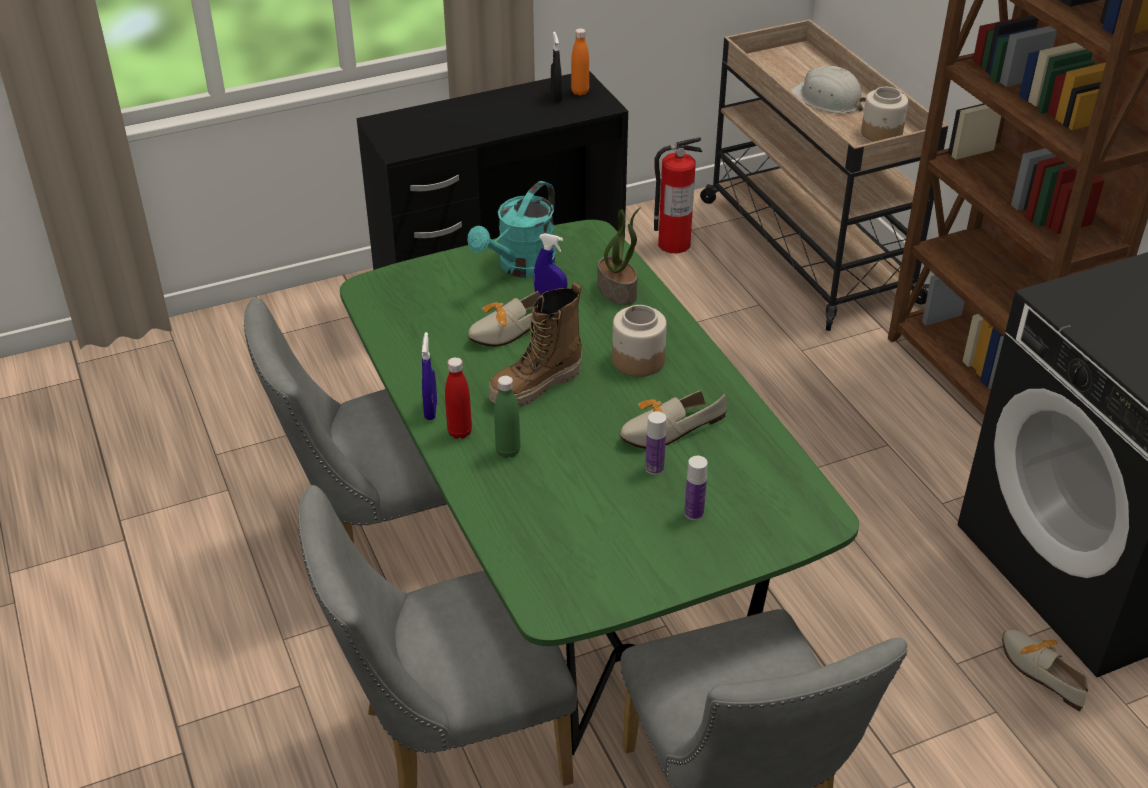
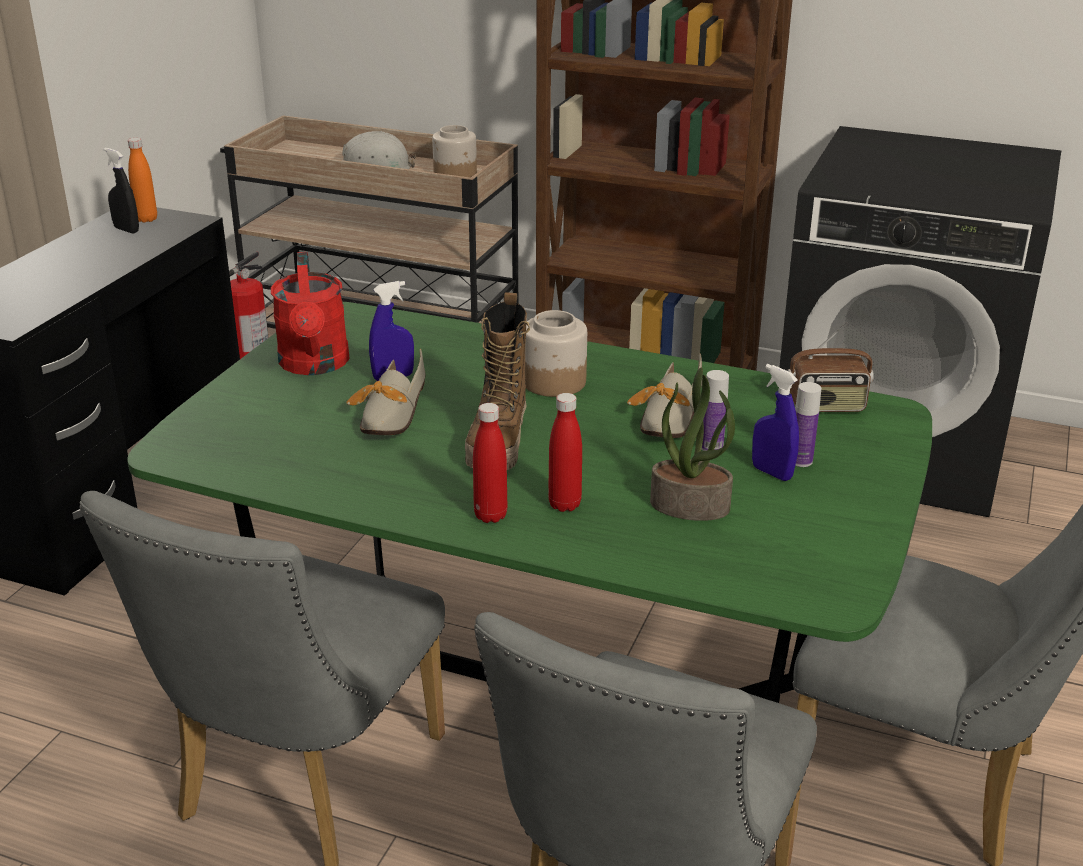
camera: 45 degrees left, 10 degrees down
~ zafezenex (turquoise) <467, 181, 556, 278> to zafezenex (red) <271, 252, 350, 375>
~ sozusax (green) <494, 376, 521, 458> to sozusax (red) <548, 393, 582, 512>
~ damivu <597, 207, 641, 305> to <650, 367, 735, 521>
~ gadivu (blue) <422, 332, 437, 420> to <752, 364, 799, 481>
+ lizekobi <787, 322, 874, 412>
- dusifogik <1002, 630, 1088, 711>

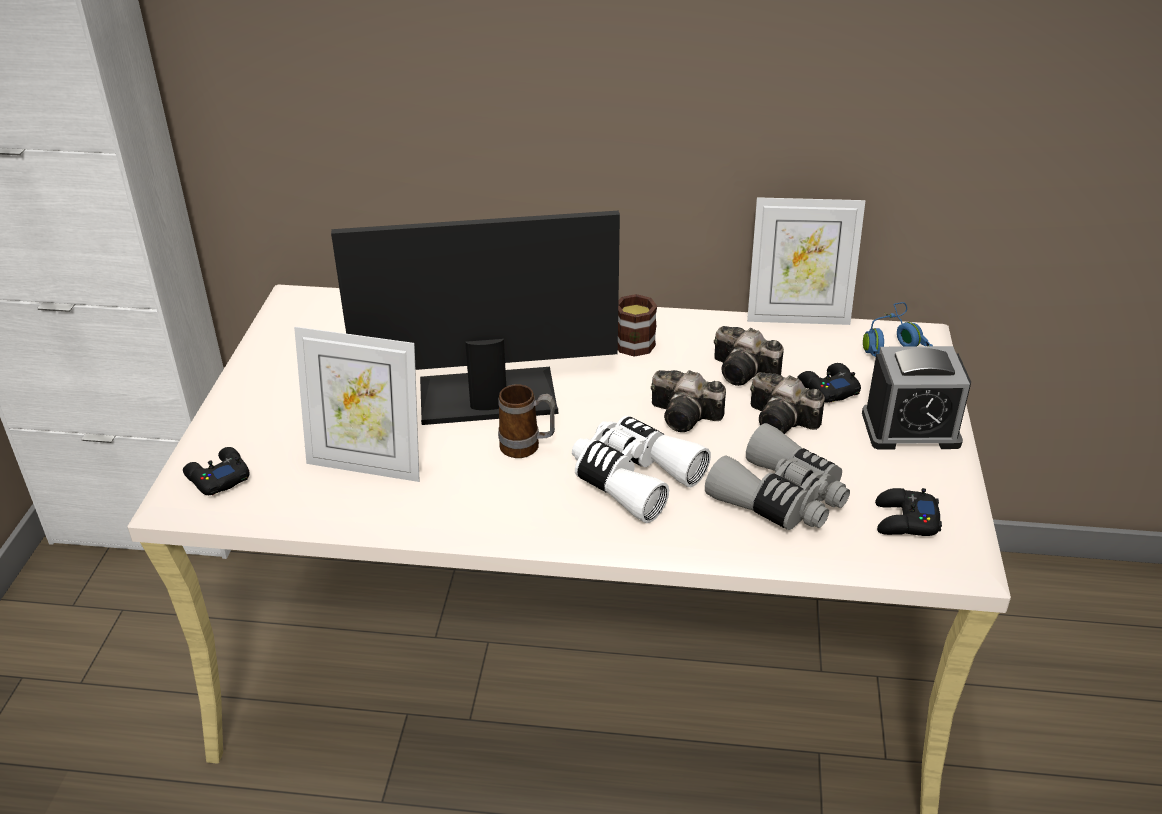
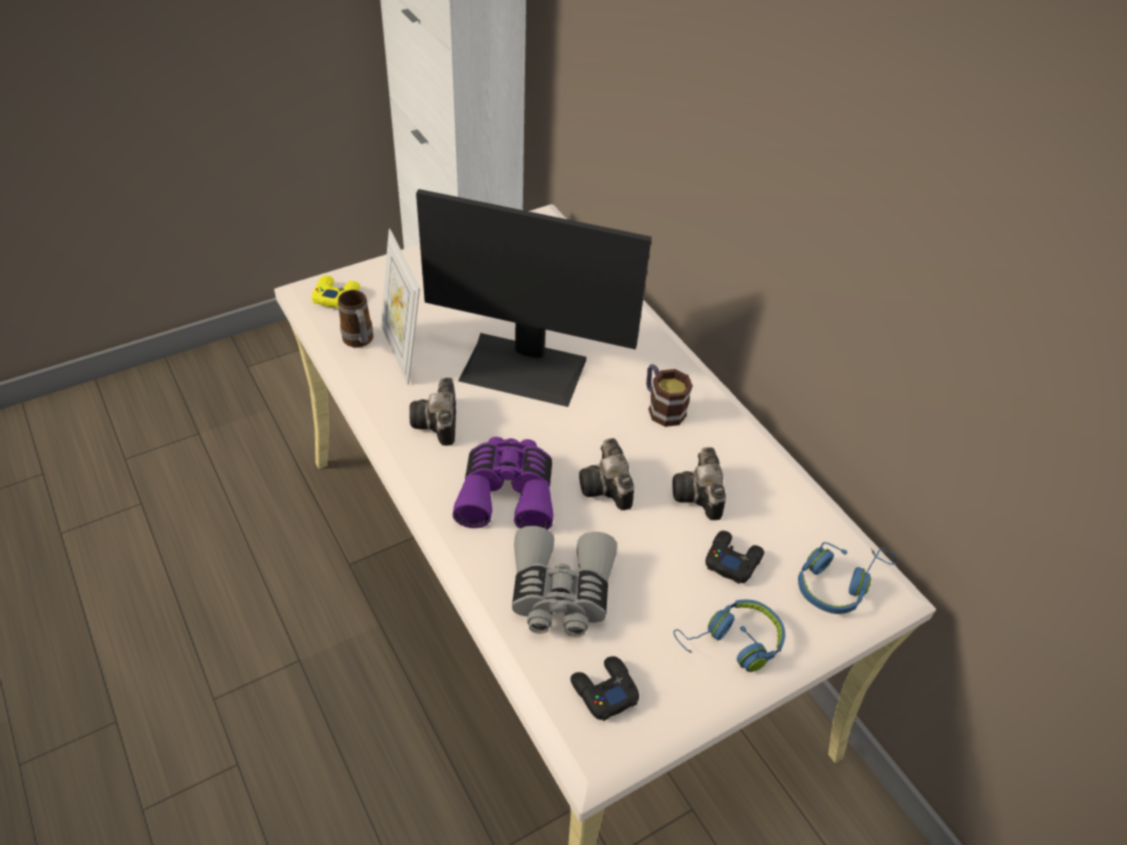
camera: 50 degrees right, 10 degrees up
~ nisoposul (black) <183, 447, 250, 495> to nisoposul (yellow) <311, 276, 360, 308>
~ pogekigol <498, 384, 555, 458> to <338, 290, 373, 347>
~ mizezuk <750, 372, 825, 434> to <409, 378, 456, 446>
~ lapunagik <331, 210, 620, 425> = <416, 189, 652, 407> 150 degrees clockwise
~ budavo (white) <572, 416, 711, 523> to budavo (purple) <453, 437, 553, 530>
~ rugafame <862, 346, 971, 450> to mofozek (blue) <674, 600, 785, 672>
- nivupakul <747, 197, 865, 325>

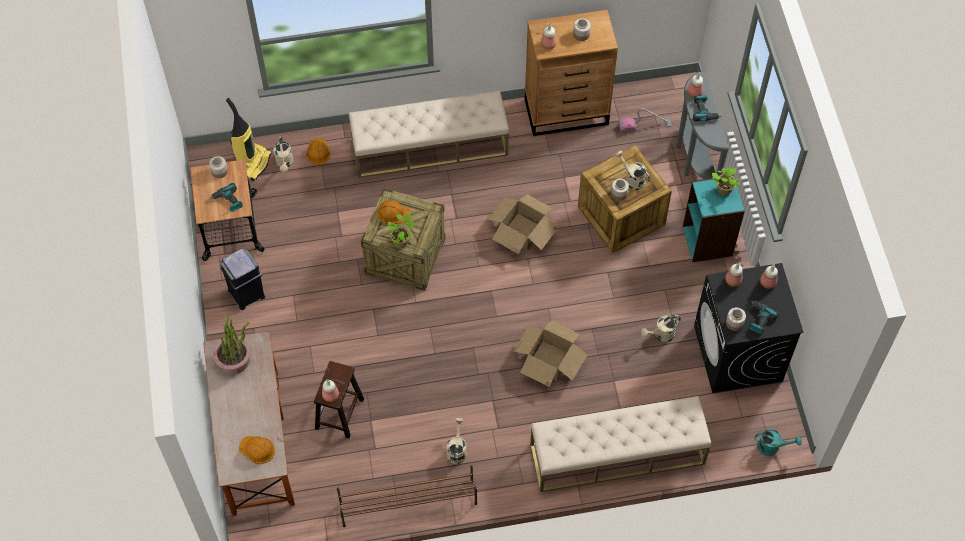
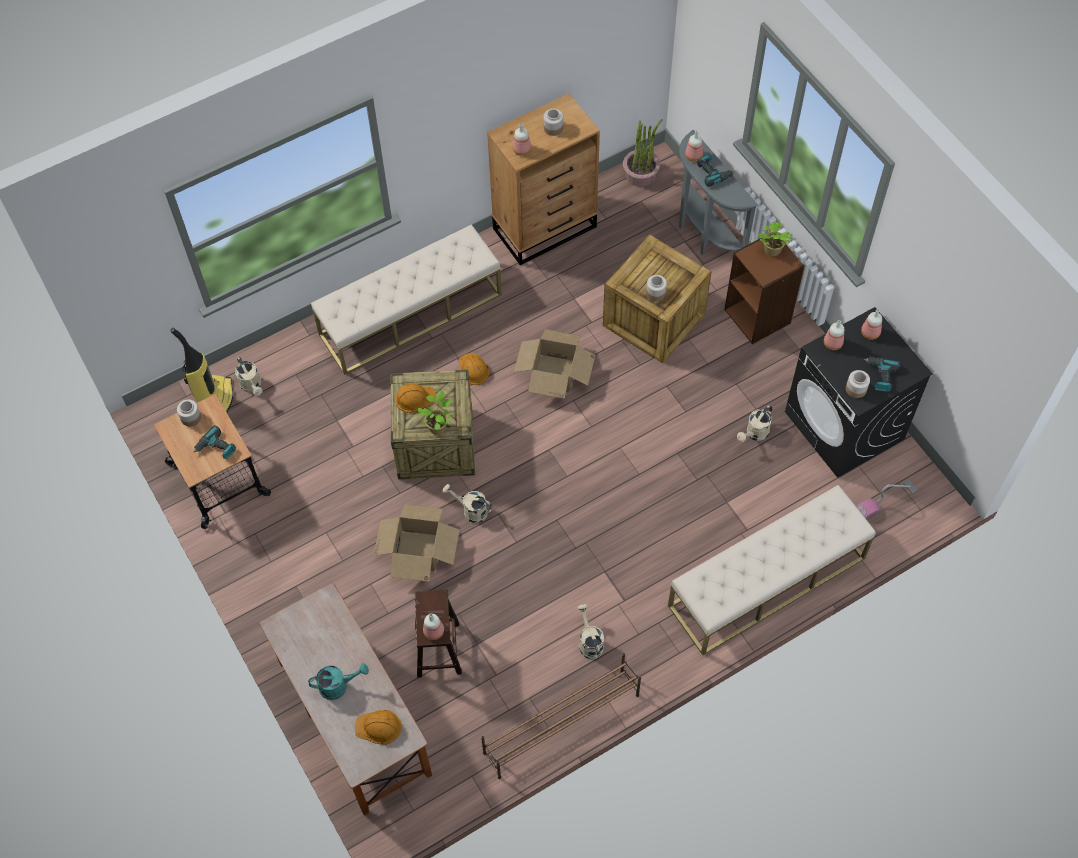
camera: 20 degrees left, 0 degrees up
~ zafezenex (turquoise) <755, 429, 802, 456> to <308, 663, 369, 700>
~ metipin <513, 320, 587, 387> to <374, 505, 460, 582>
~ zafezenex (beige) <615, 151, 650, 190> to <442, 484, 493, 523>
~ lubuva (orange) <306, 139, 330, 165> to <459, 353, 490, 385>
~ damivu <213, 316, 251, 374> to <623, 119, 662, 187>
~ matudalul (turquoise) <683, 175, 745, 262> to matudalul (brown) <724, 238, 805, 344>
~ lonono <618, 108, 672, 133> to <856, 480, 917, 520>
- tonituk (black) <220, 248, 265, 310>

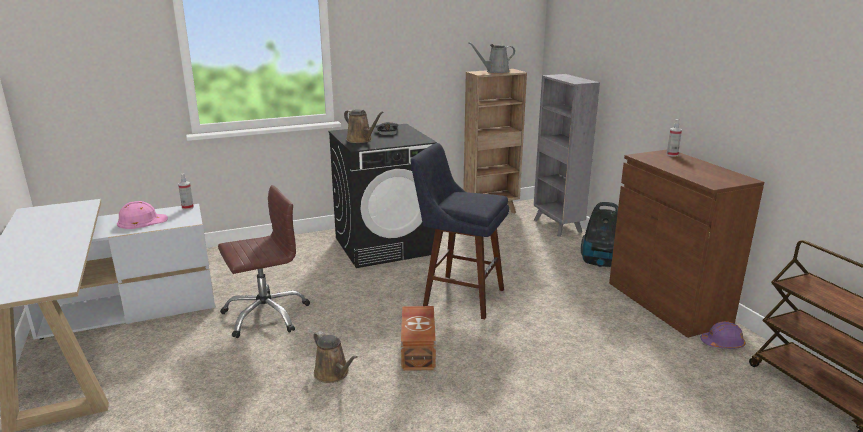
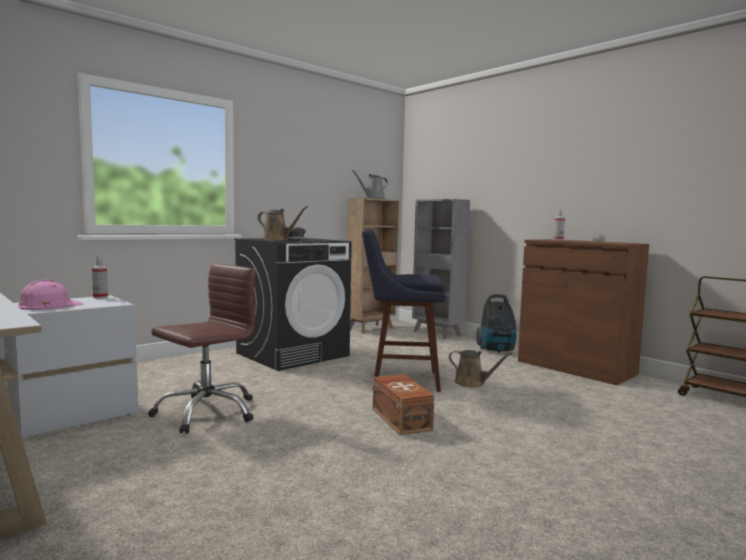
camera: 20 degrees left, 15 degrees down
~ zafezenex (brown) <314, 331, 357, 383> to <449, 350, 512, 388>
- lubuva (purple) <700, 321, 746, 349>

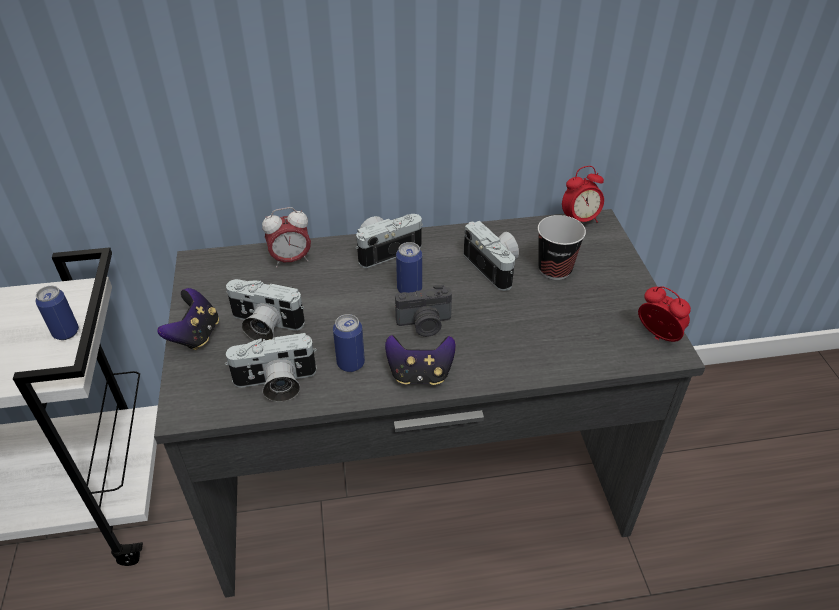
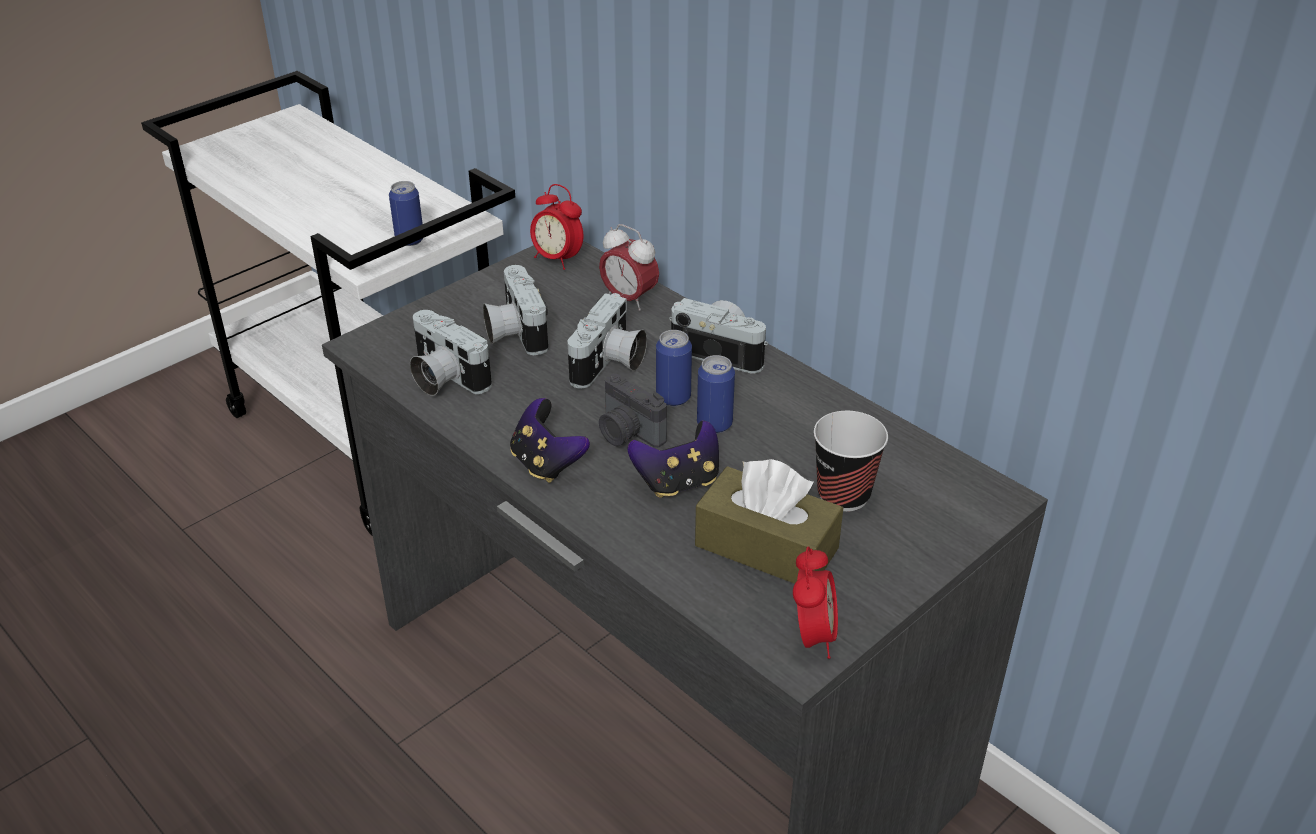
camera: 55 degrees right, 5 degrees down
~ rugafame <562, 166, 604, 223> to <530, 184, 584, 270>
~ mizezuk <464, 221, 519, 291> to <567, 293, 647, 388>
~ nisoposul <157, 288, 219, 350> to <627, 420, 719, 498>
+ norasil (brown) <695, 459, 843, 584>
~ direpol <333, 314, 365, 372> to <697, 355, 735, 433>

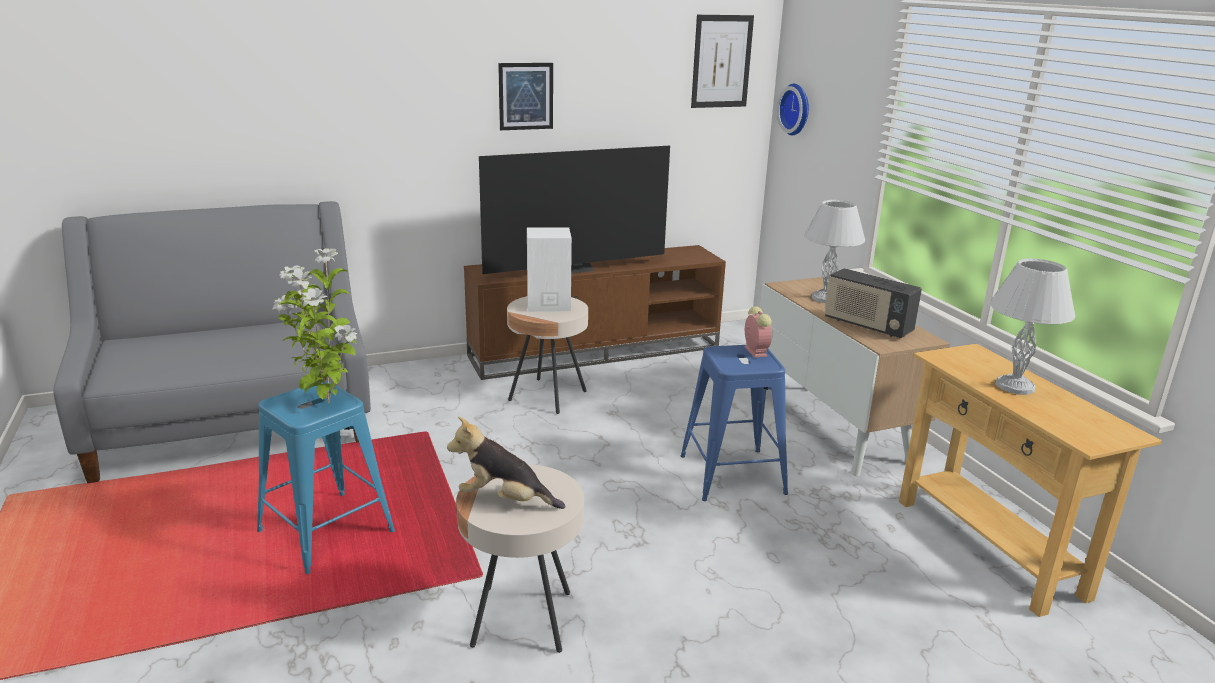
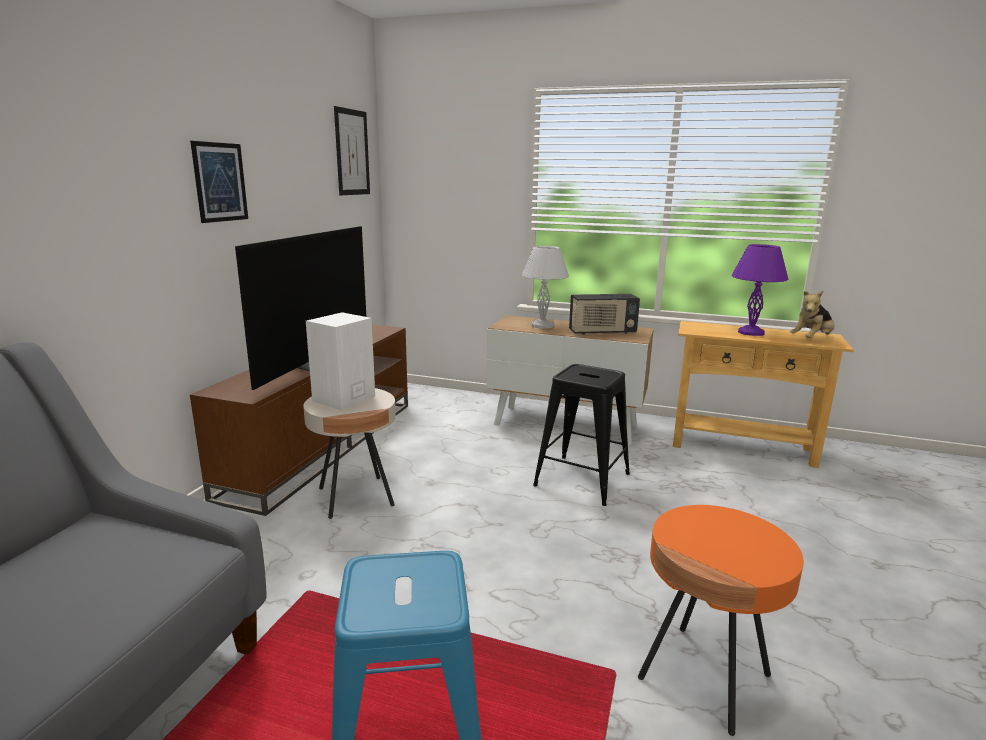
camera: 50 degrees left, 5 degrees down
~ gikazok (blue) <680, 345, 788, 501> to gikazok (black) <533, 364, 630, 506>
~ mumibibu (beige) <456, 464, 584, 653> to mumibibu (orange) <638, 505, 804, 736>
~ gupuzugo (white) <990, 258, 1075, 395> to gupuzugo (purple) <732, 244, 789, 336>
~ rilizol <447, 417, 565, 509> to <790, 291, 834, 338>
- damivu <272, 248, 357, 403>
- rugafame <744, 306, 772, 358>
- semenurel <777, 84, 809, 135>

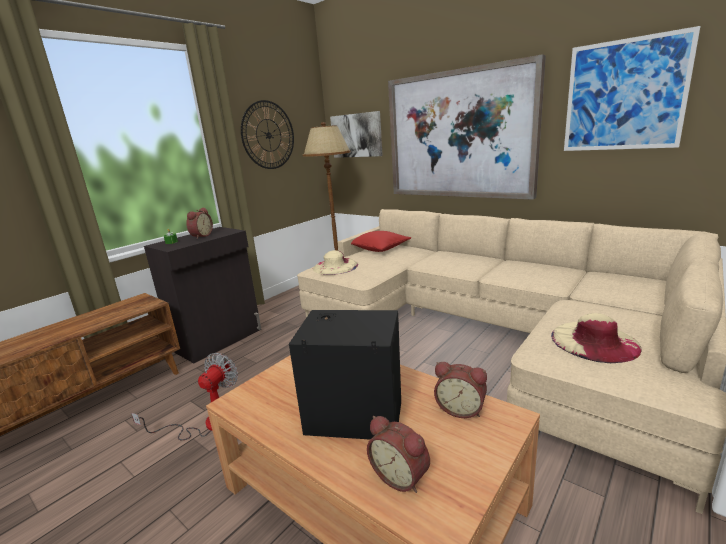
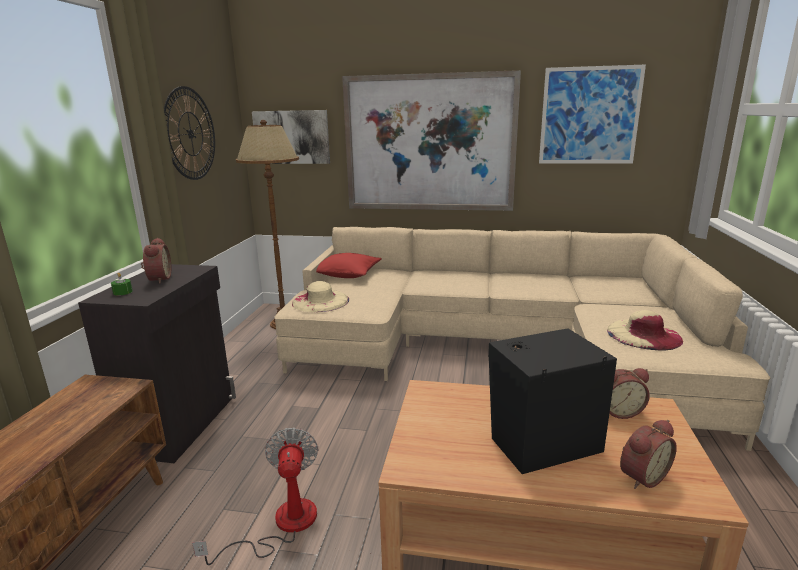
camera: 30 degrees left, 0 degrees up
~ rugafame <367, 416, 430, 493> = <620, 420, 677, 489> 45 degrees counterclockwise

